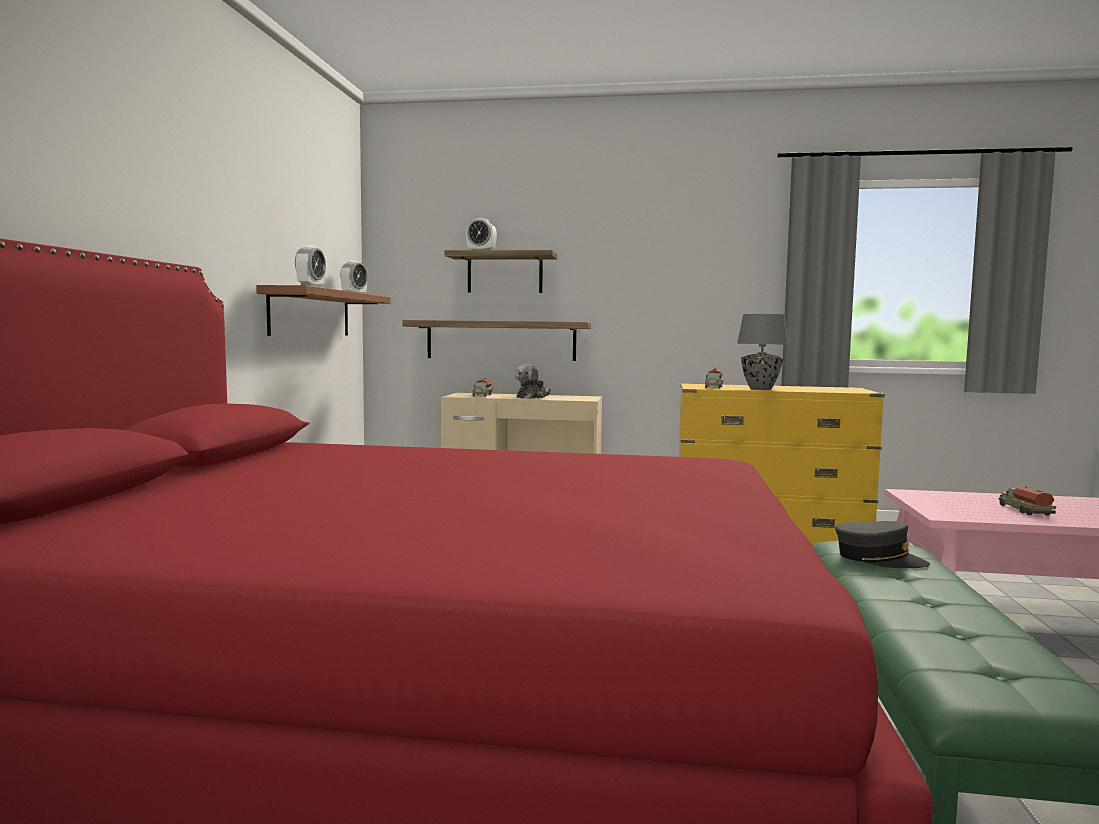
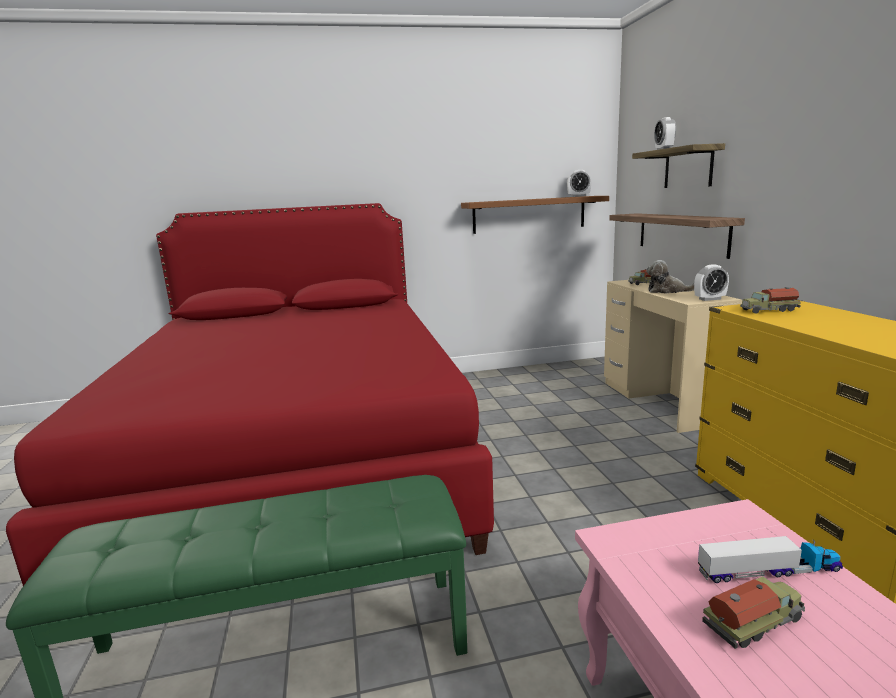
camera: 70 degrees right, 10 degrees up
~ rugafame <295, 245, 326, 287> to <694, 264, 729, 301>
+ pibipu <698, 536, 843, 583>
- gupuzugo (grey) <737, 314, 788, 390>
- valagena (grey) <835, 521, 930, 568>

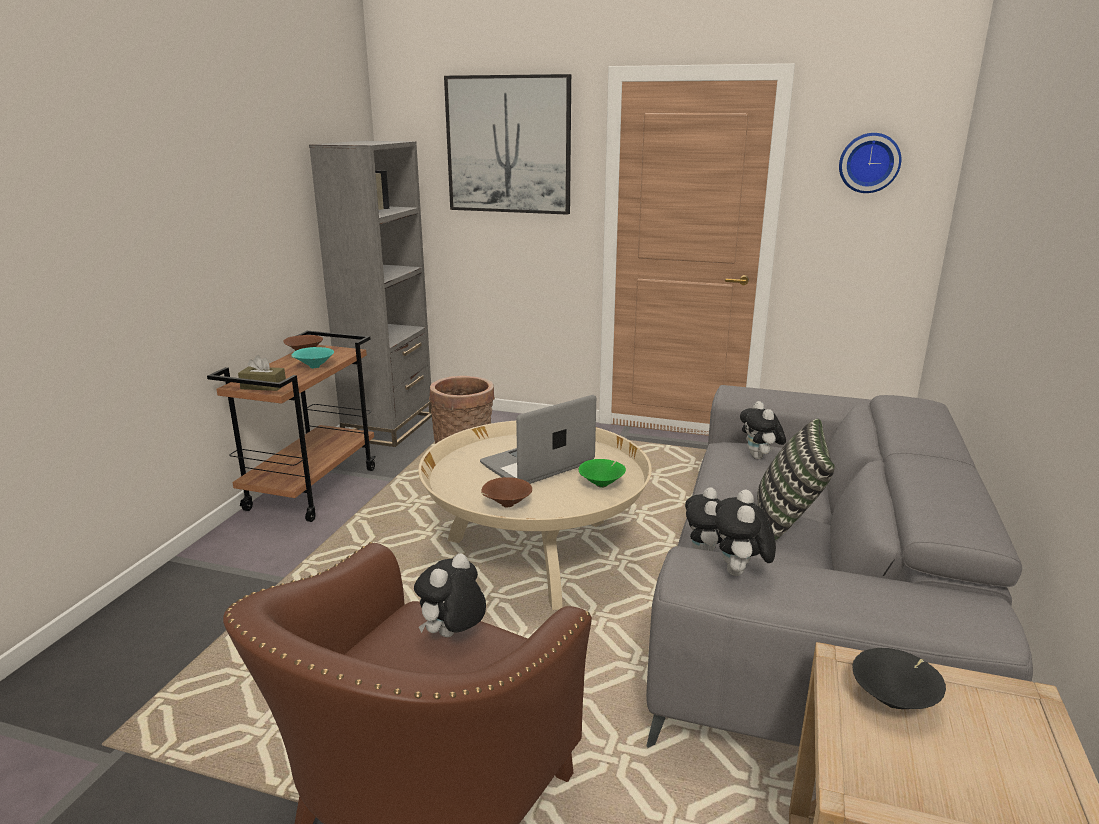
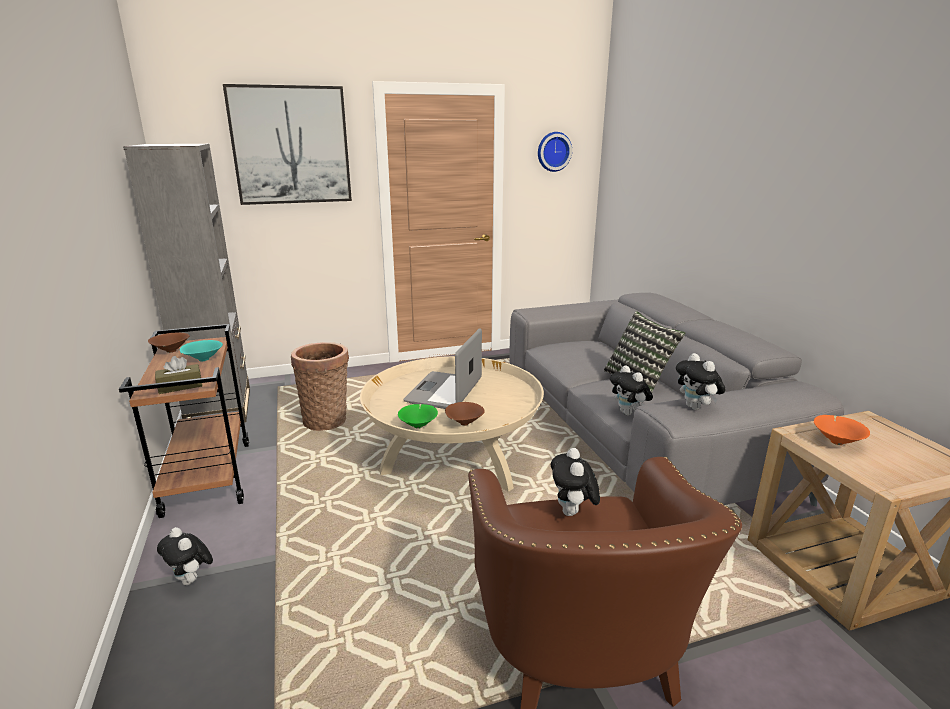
camera: 35 degrees left, 0 degrees up
~ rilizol <740, 401, 786, 459> to <157, 527, 213, 585>
~ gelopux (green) <579, 459, 626, 488> to <398, 404, 438, 429>
~ gelopux (black) <853, 648, 946, 709> to gelopux (orange) <814, 415, 870, 445>

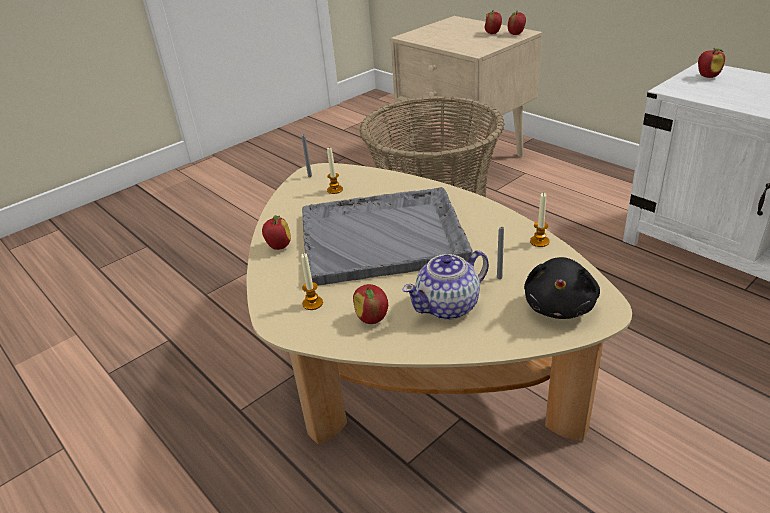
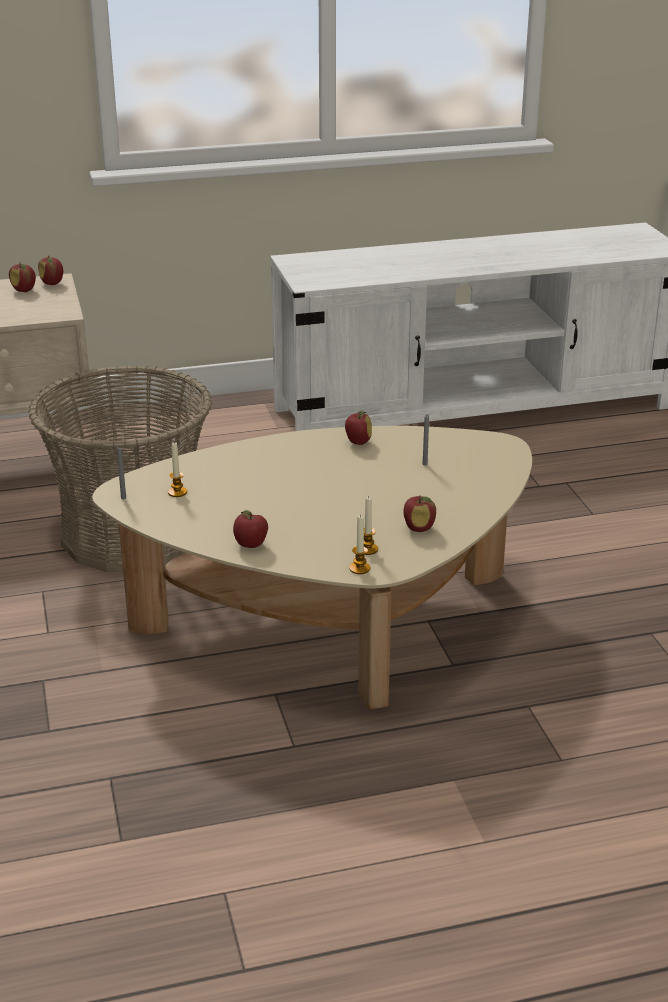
camera: 65 degrees left, 5 degrees down
~ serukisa <698, 48, 725, 78> to <345, 411, 372, 445>
~ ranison <530, 193, 550, 247> to <349, 514, 370, 574>
- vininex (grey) <302, 187, 472, 286>
- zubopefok <402, 250, 489, 320>
- rilizol (black) <524, 257, 600, 319>

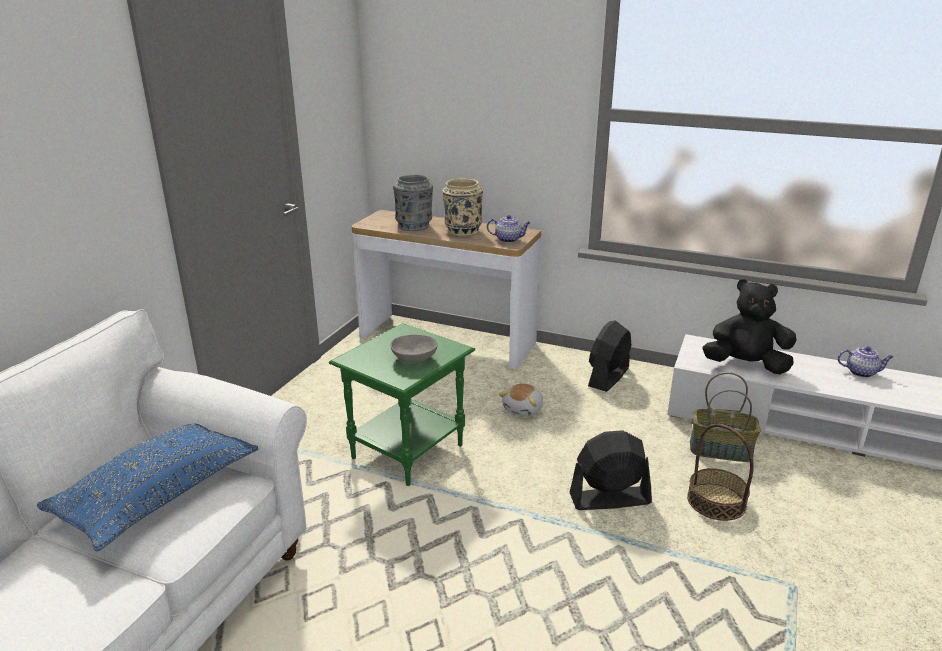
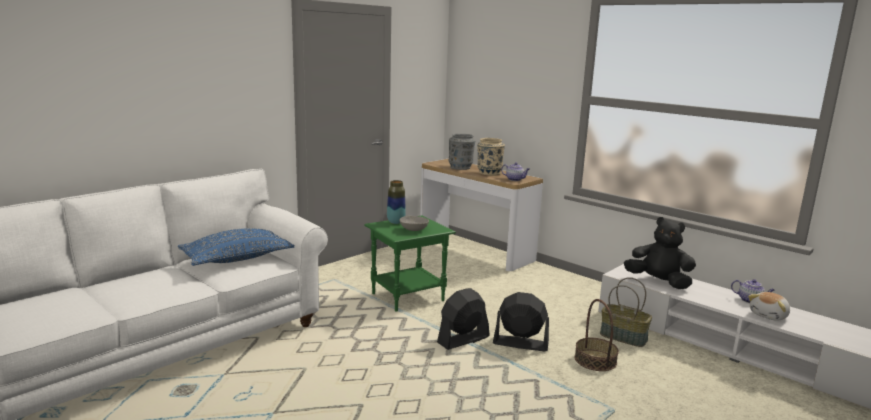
camera: 20 degrees right, 10 degrees down
+ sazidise <387, 180, 406, 224>
~ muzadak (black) <588, 320, 631, 392> to <437, 288, 489, 350>
~ rilizol <499, 383, 543, 417> to <748, 292, 790, 321>

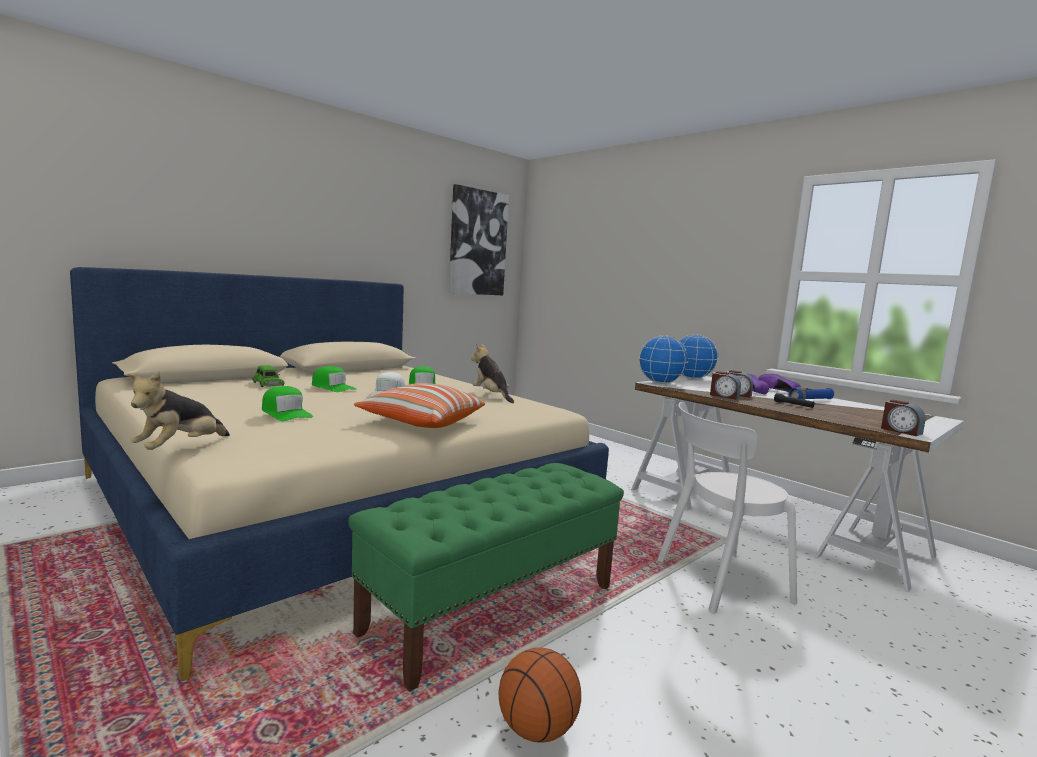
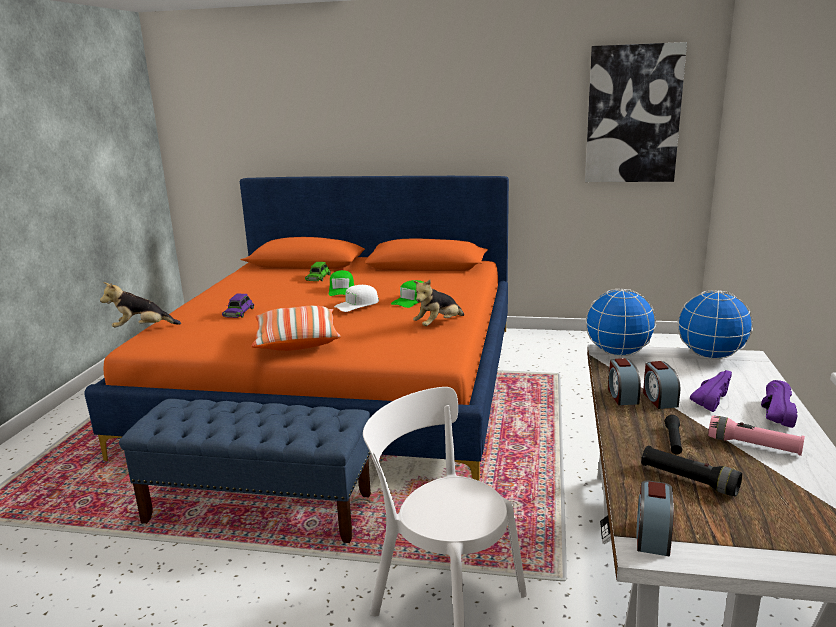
camera: 55 degrees right, 10 degrees up
~ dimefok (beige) <70, 267, 609, 681> to dimefok (orange) <84, 176, 509, 481>
~ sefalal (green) <348, 463, 624, 692> to sefalal (blue) <119, 399, 371, 543>
~ valagena (green) <262, 386, 313, 421> to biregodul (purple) <222, 294, 254, 318>
~ rilizol <471, 343, 514, 403> = <413, 280, 464, 326> 150 degrees counterclockwise
+ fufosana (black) <641, 446, 742, 497>
~ fufosana (blue) <789, 387, 834, 400> to fufosana (pink) <708, 415, 805, 456>
- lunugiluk <499, 648, 581, 743>

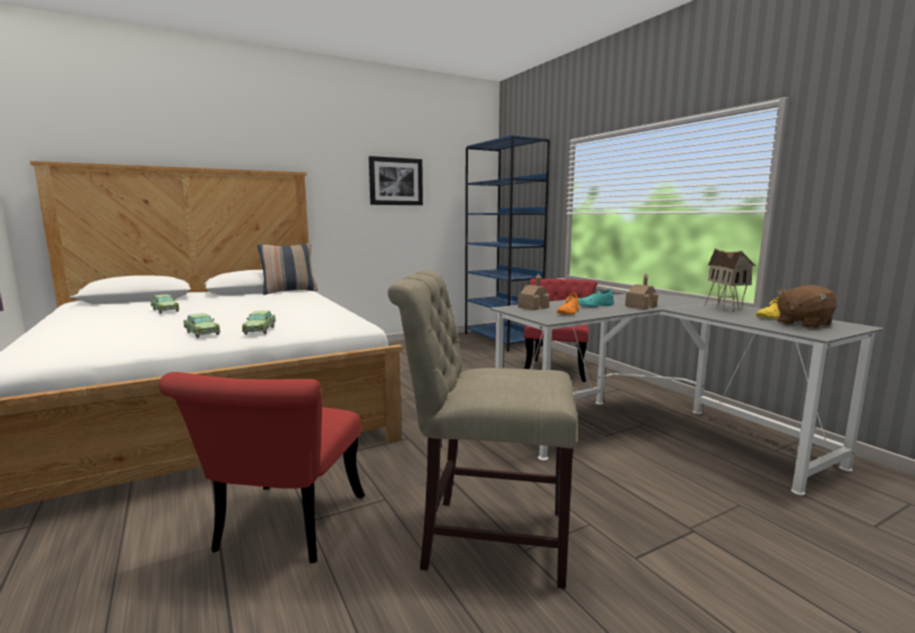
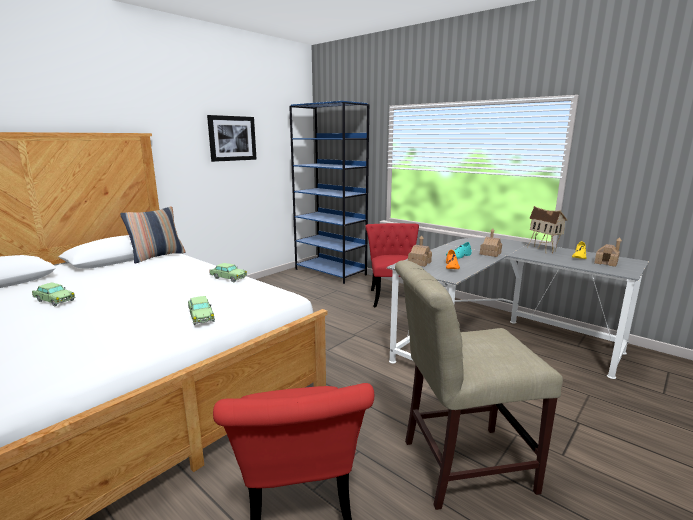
camera: 20 degrees left, 5 degrees up
~ biregodul <184, 313, 221, 338> to <209, 263, 247, 282>
~ rilizol (brown) <776, 285, 837, 329> to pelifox <594, 237, 622, 267>

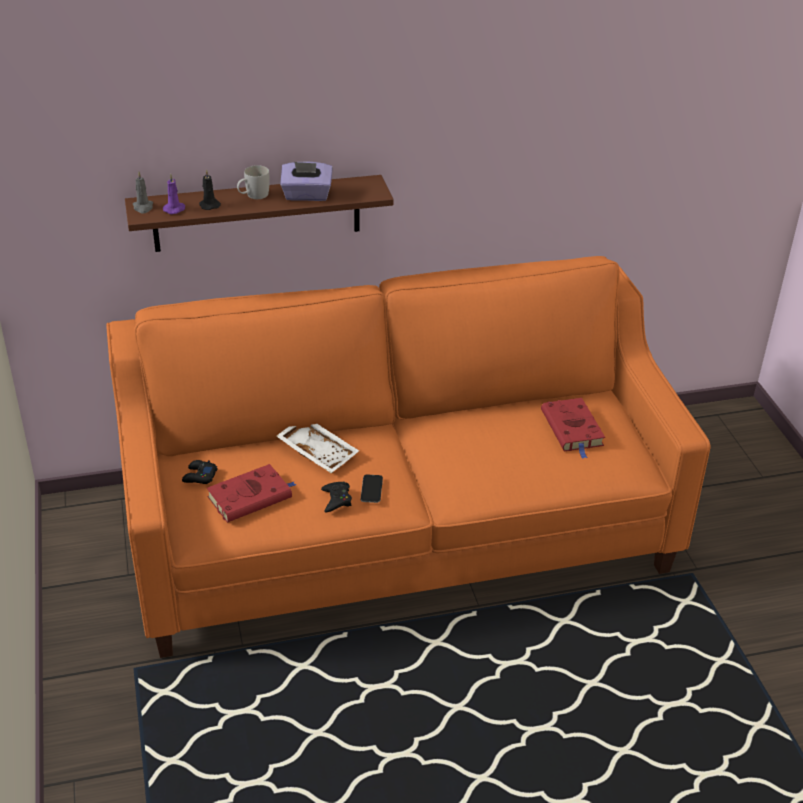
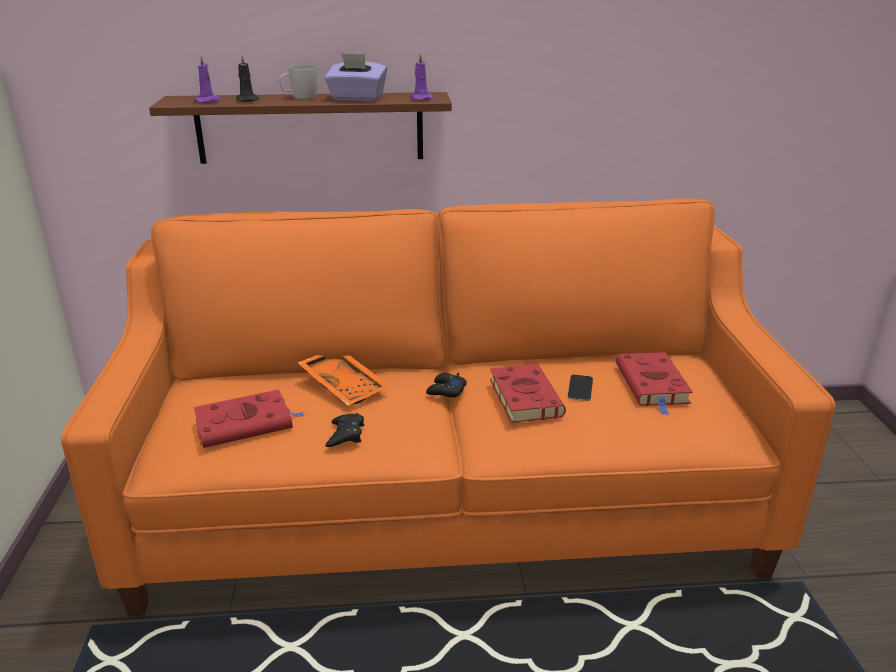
camera: 10 degrees right, 10 degrees down
~ vininex (white) <276, 424, 359, 473> to vininex (orange) <298, 355, 390, 406>
+ ranison (purple) <410, 53, 433, 100>
~ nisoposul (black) <182, 460, 218, 484> to <426, 373, 467, 397>
+ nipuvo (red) <490, 364, 566, 423>
~ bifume <361, 475, 383, 503> to <568, 375, 593, 401>
- ranison (grey) <133, 172, 153, 213>

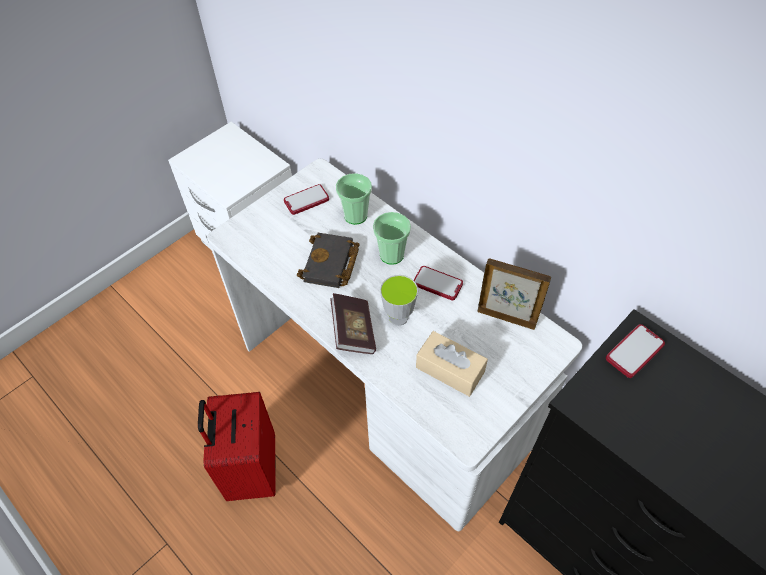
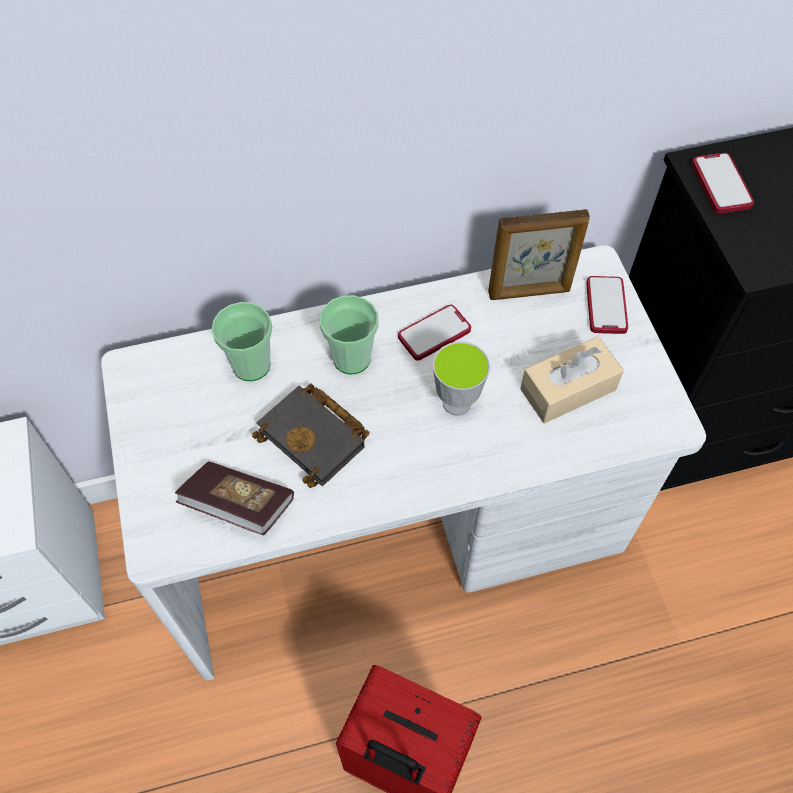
camera: 60 degrees left, 5 degrees up
~ nipuvo <330, 293, 376, 354> to <175, 461, 294, 535>
~ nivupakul <478, 259, 551, 330> = <488, 209, 590, 300> 150 degrees counterclockwise
~ bifume <284, 184, 329, 215> to <586, 276, 628, 334>

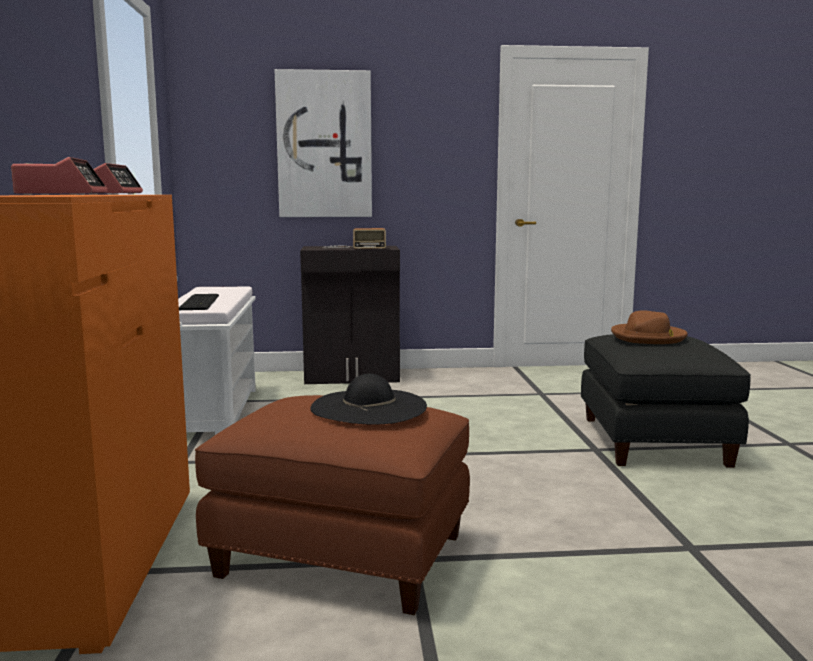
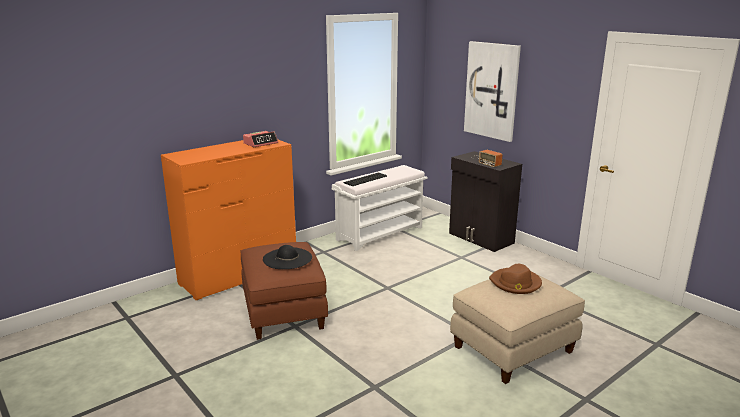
camera: 55 degrees right, 10 degrees up
~ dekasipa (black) <581, 334, 751, 468> to dekasipa (beige) <450, 275, 585, 384>
- rugafame <11, 157, 107, 195>

